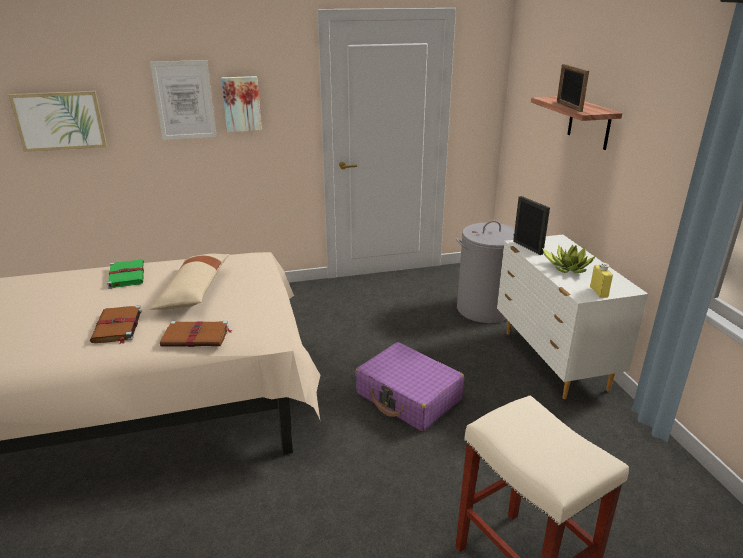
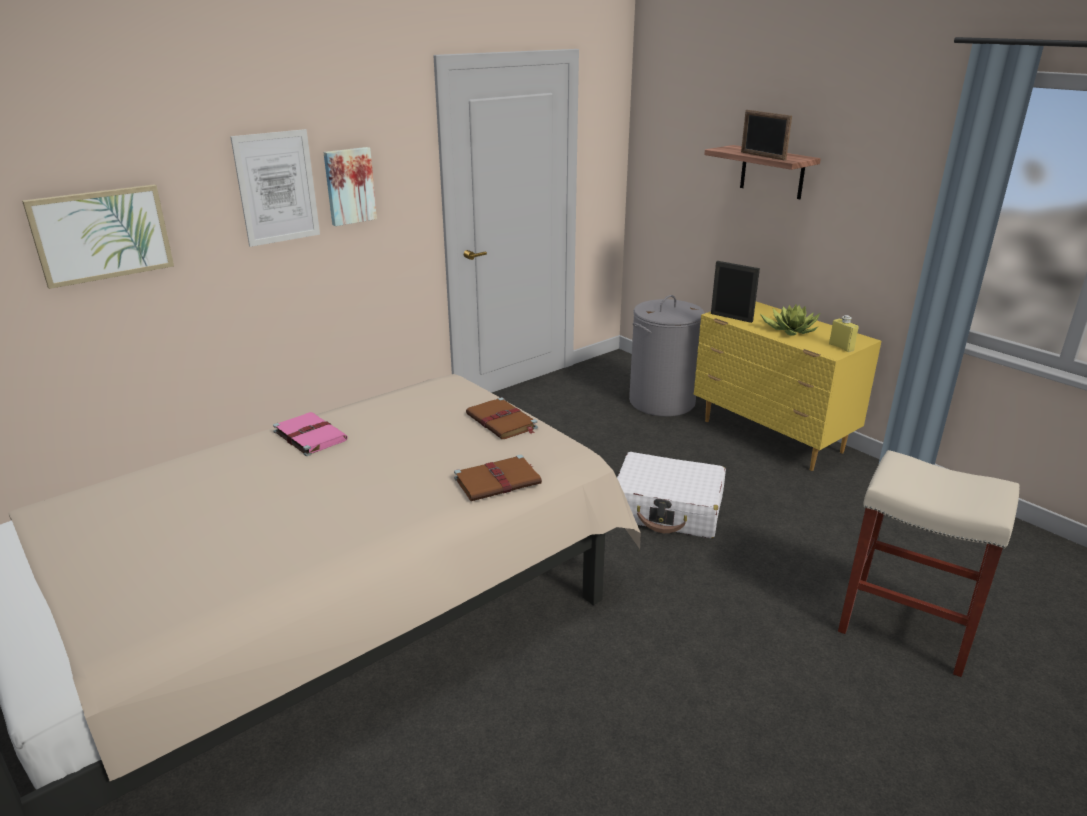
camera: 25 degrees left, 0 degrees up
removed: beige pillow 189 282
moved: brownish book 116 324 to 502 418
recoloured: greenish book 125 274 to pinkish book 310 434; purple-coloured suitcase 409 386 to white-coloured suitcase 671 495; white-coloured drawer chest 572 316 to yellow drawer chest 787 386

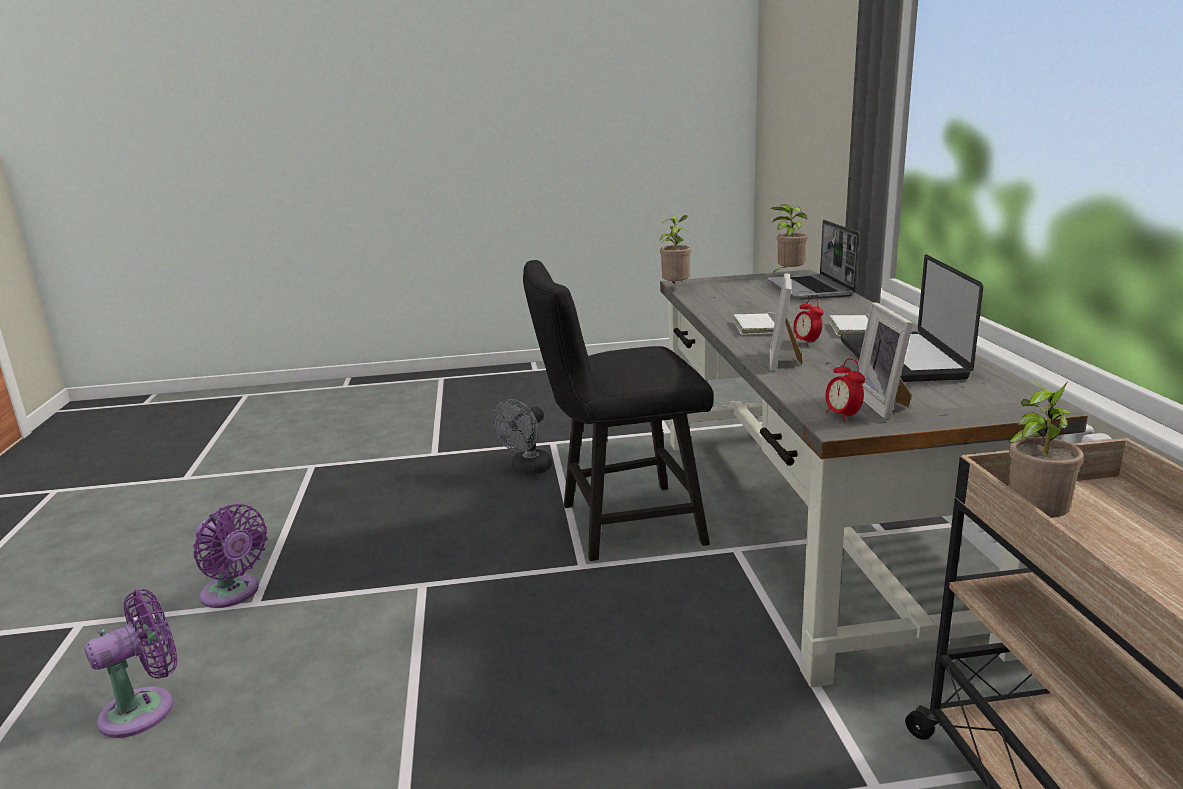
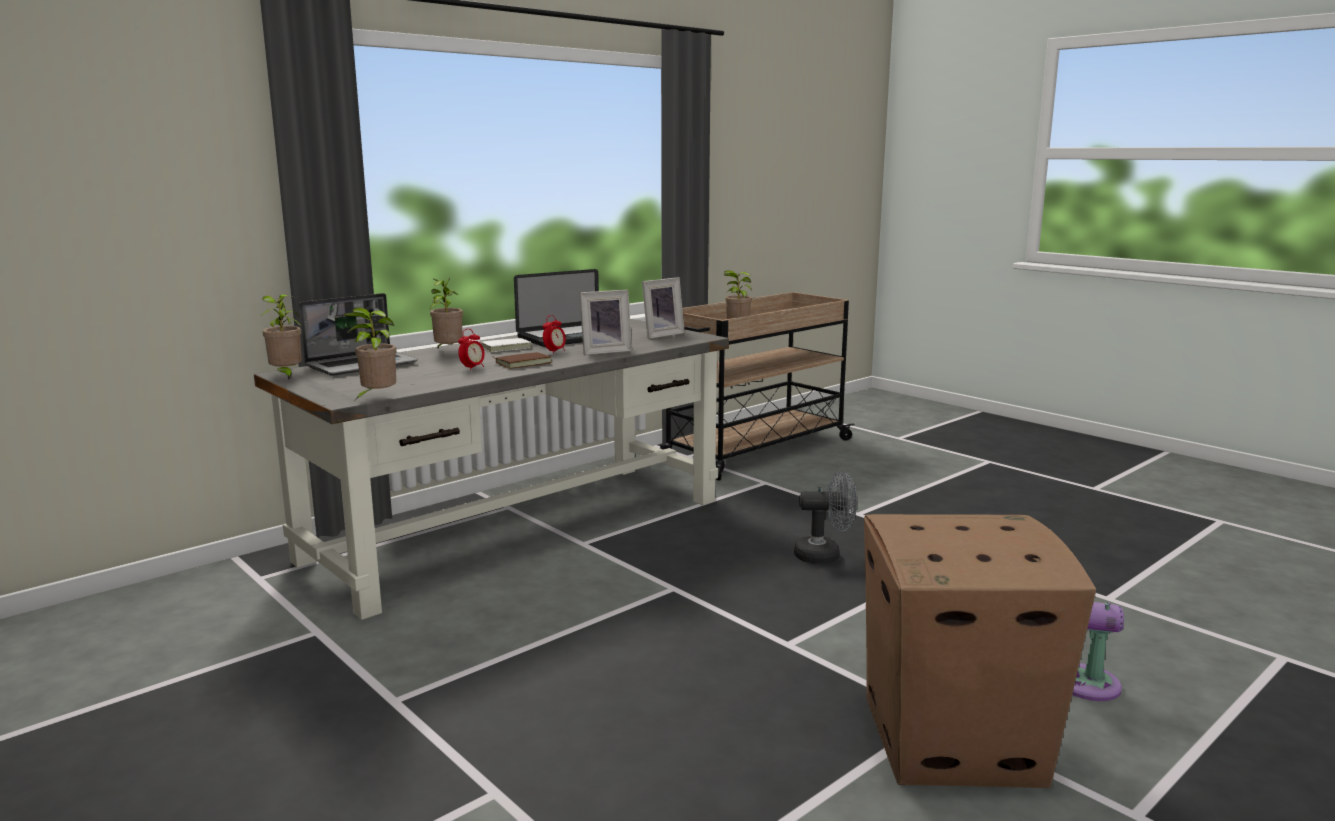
camera: 125 degrees left, 5 degrees down
removed: black-coloured upright chair 618 410
added: plant in a pot 446 312
moved: alarm clock 845 390 to 471 349; greyish electric fan 522 437 to 825 517
replaced: purple-coloured electric fan 230 556 to carton 980 651
recoloured: white-coloured book 755 323 to brownish book 522 360

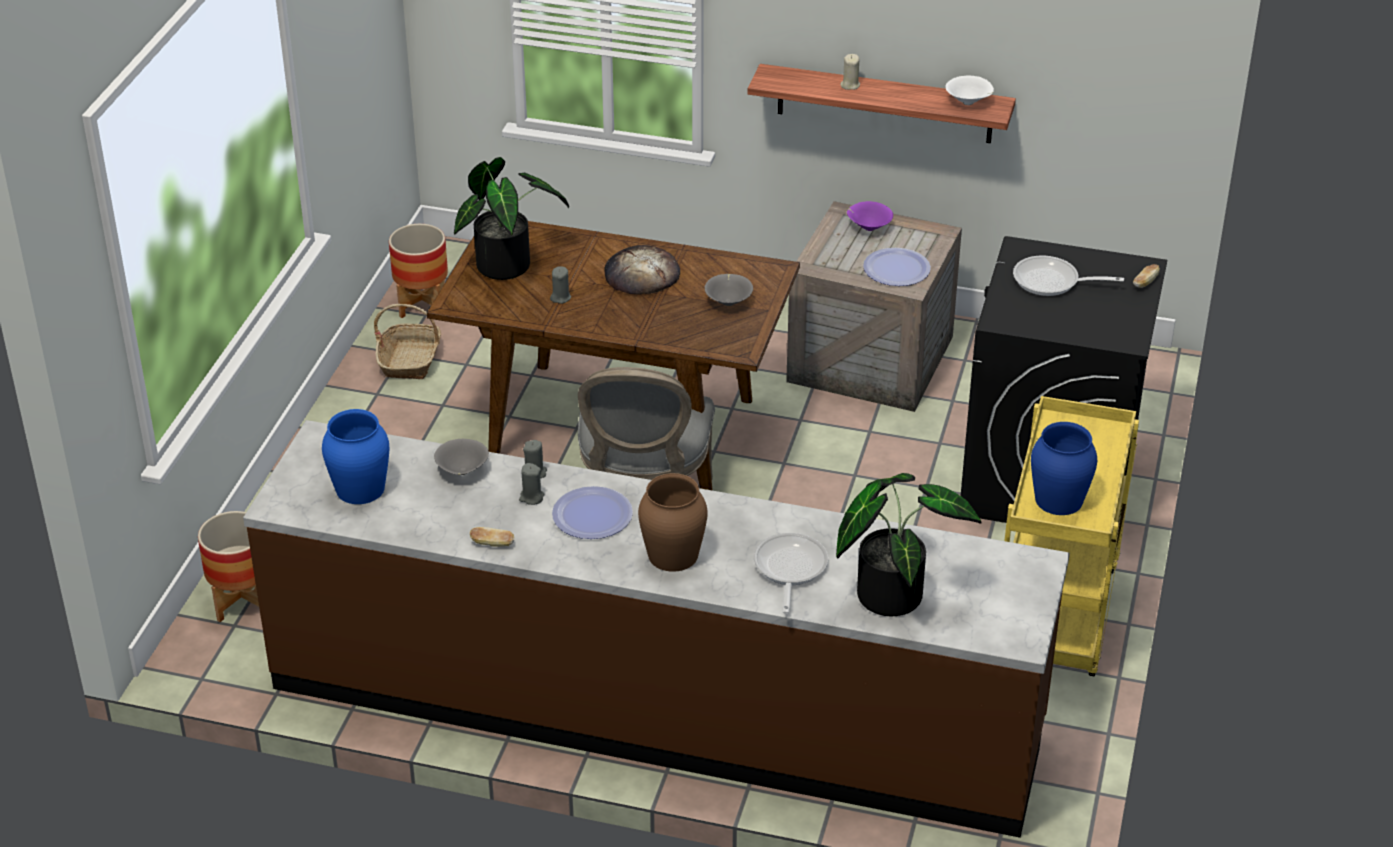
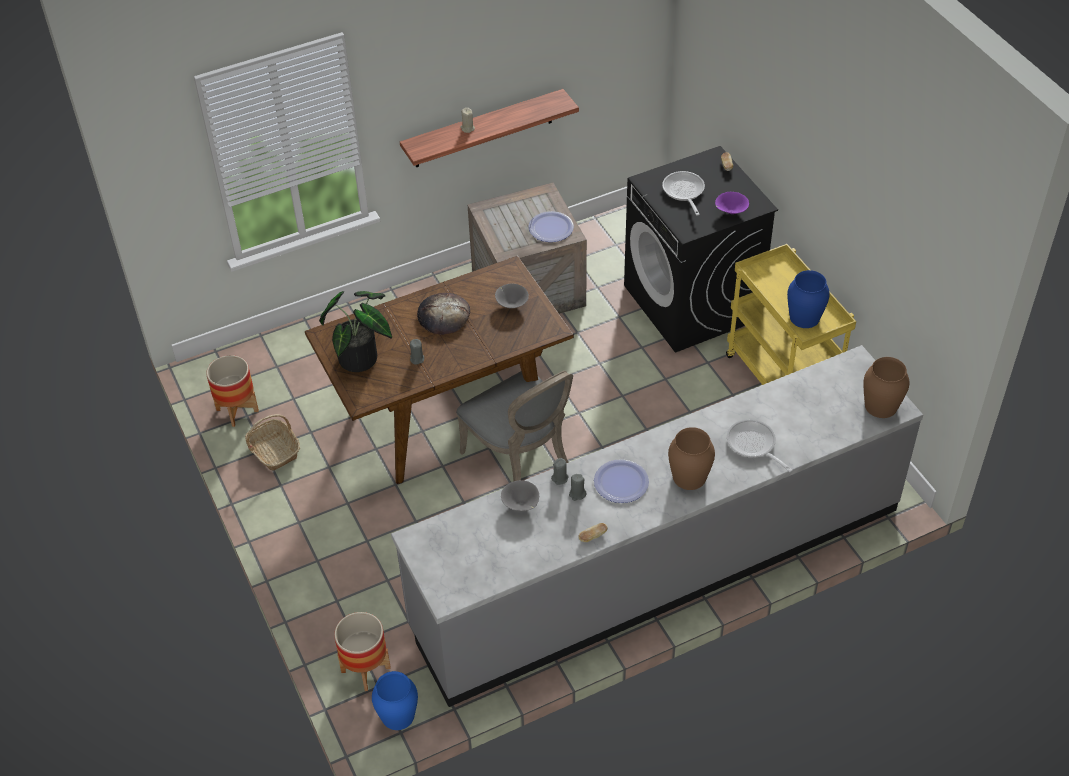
camera: 40 degrees left, 10 degrees up
removed: plant in a pot 909 544; white-coloured bowl 970 90
added: brownish vase 886 387
moved: blue vase 355 456 to 395 700; purple-coloured bowl 870 216 to 732 203
recoloured: brownish counter 656 629 to greyish counter 657 526
turned: frying pan 1068 275 = 683 193 105 degrees clockwise

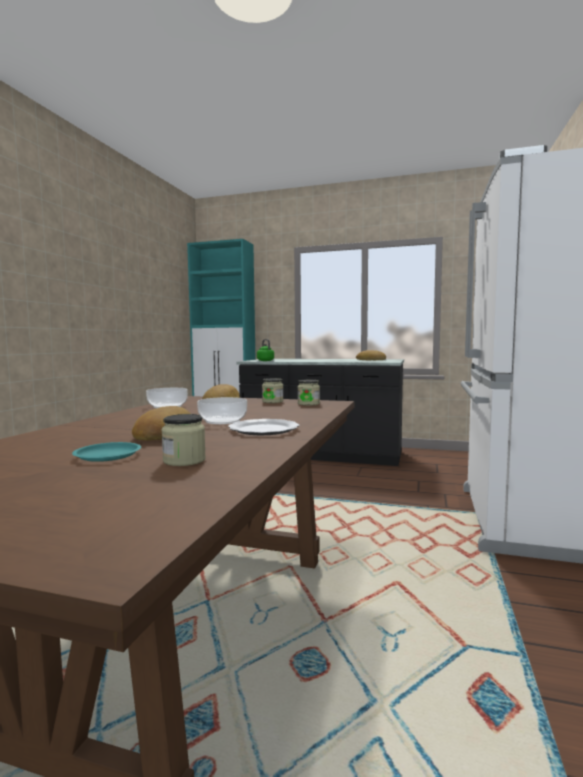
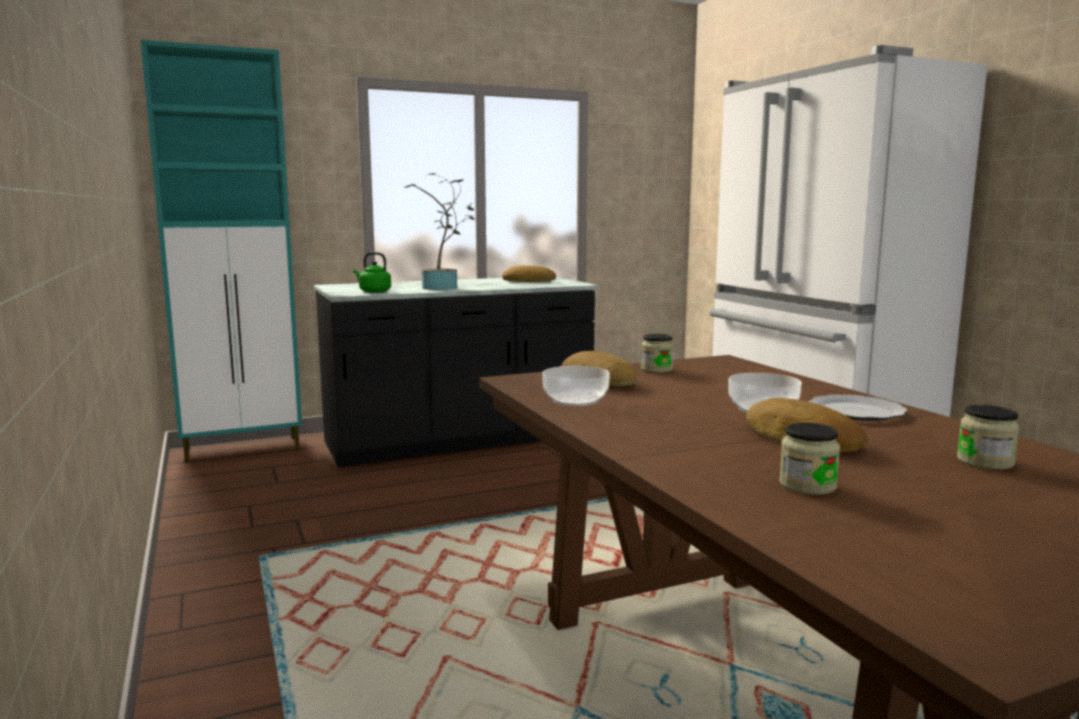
camera: 40 degrees left, 5 degrees up
removed: turquoise-coloured plate 106 452
added: plant in a pot 440 231
moved: preserve jar 308 393 to 809 459

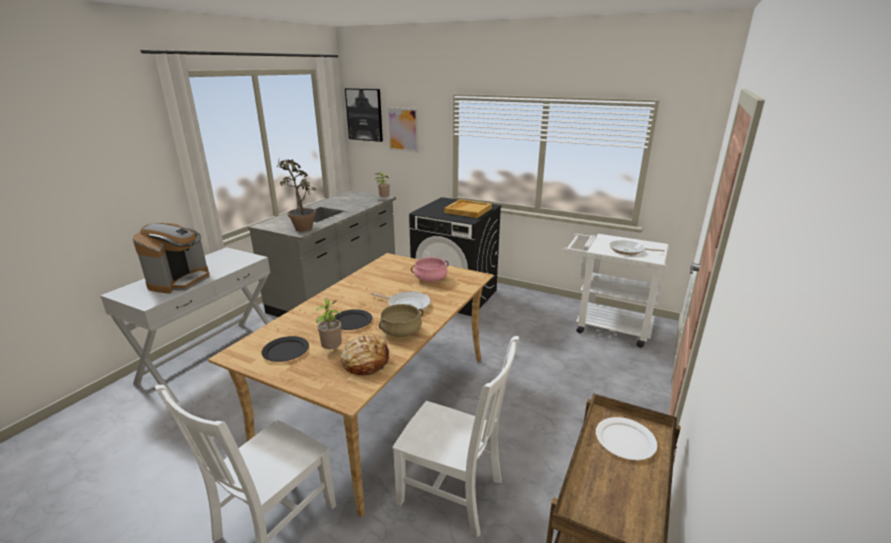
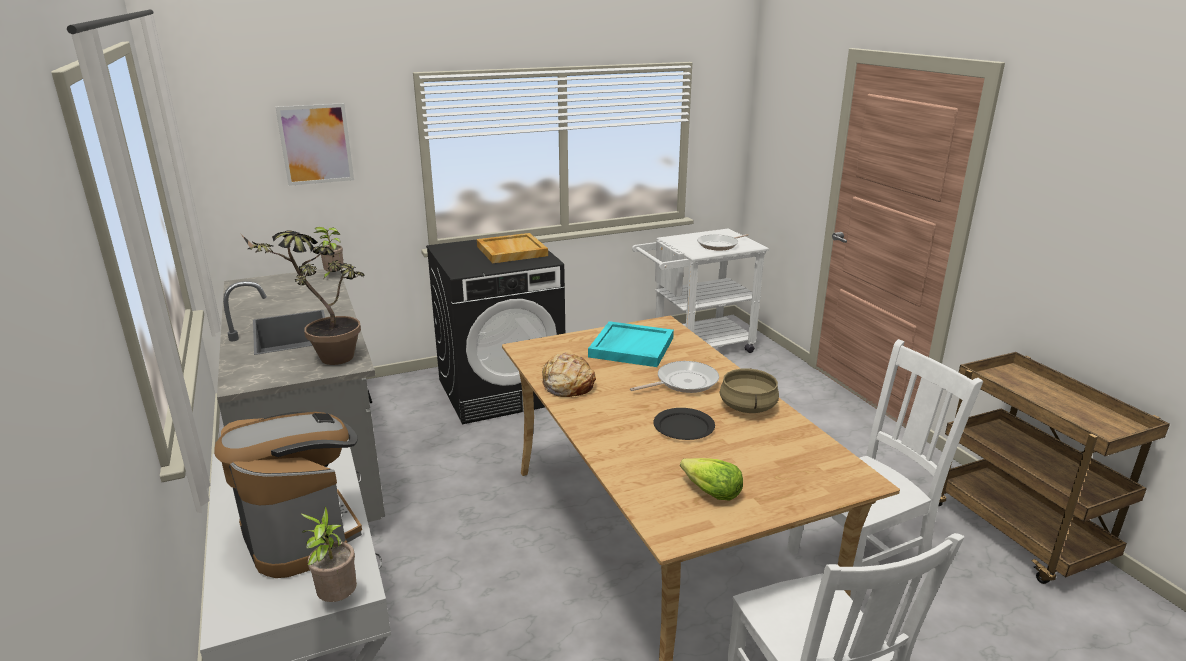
camera: 50 degrees left, 0 degrees up
removed: wall art 364 115; white-coloured plate 626 438
moved: plant in a pot 329 323 to 329 554; bakery bread 365 355 to 568 374
replaced: pinkish stockpot 430 269 to turquoise-coloured carrying tray 631 344; black-coloured plate 285 349 to lettuce 711 479

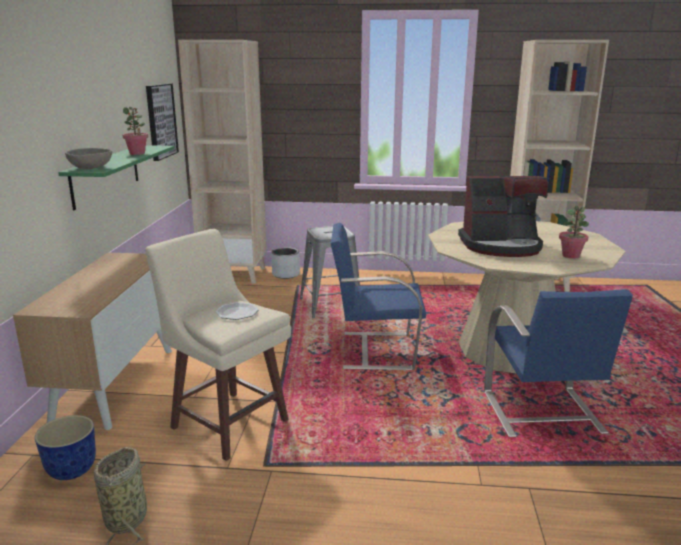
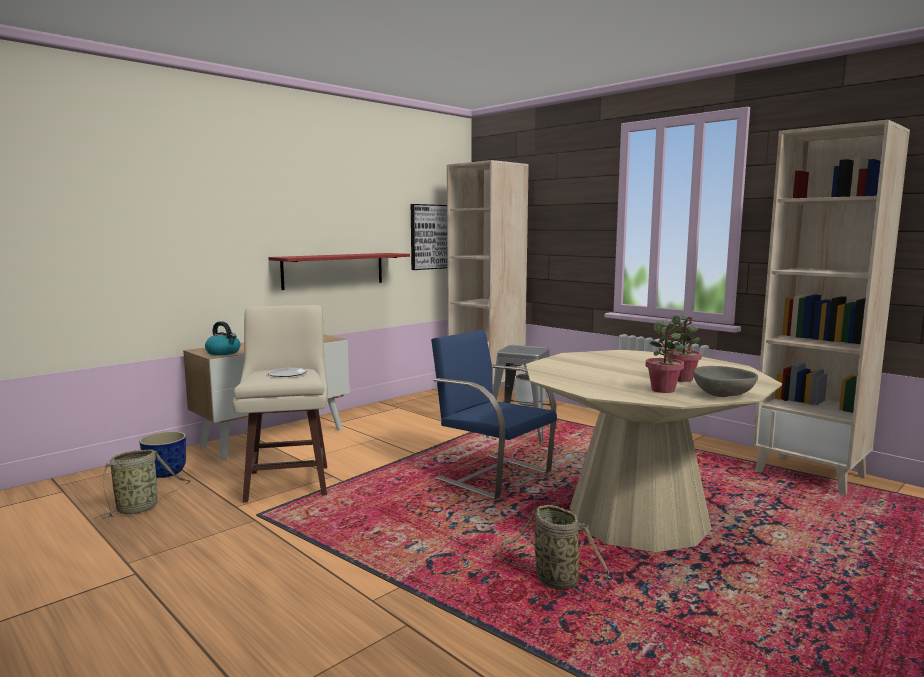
camera: 40 degrees right, 10 degrees down
removed: coffee brewer 503 216
added: tea kettle 222 338
moved: plant in a pot 135 131 to 684 348; greyish bowl 88 158 to 725 381
replaced: blue upright chair 558 363 to household basket 554 551
recoloured: greenish shelf 116 177 to red shelf 339 271

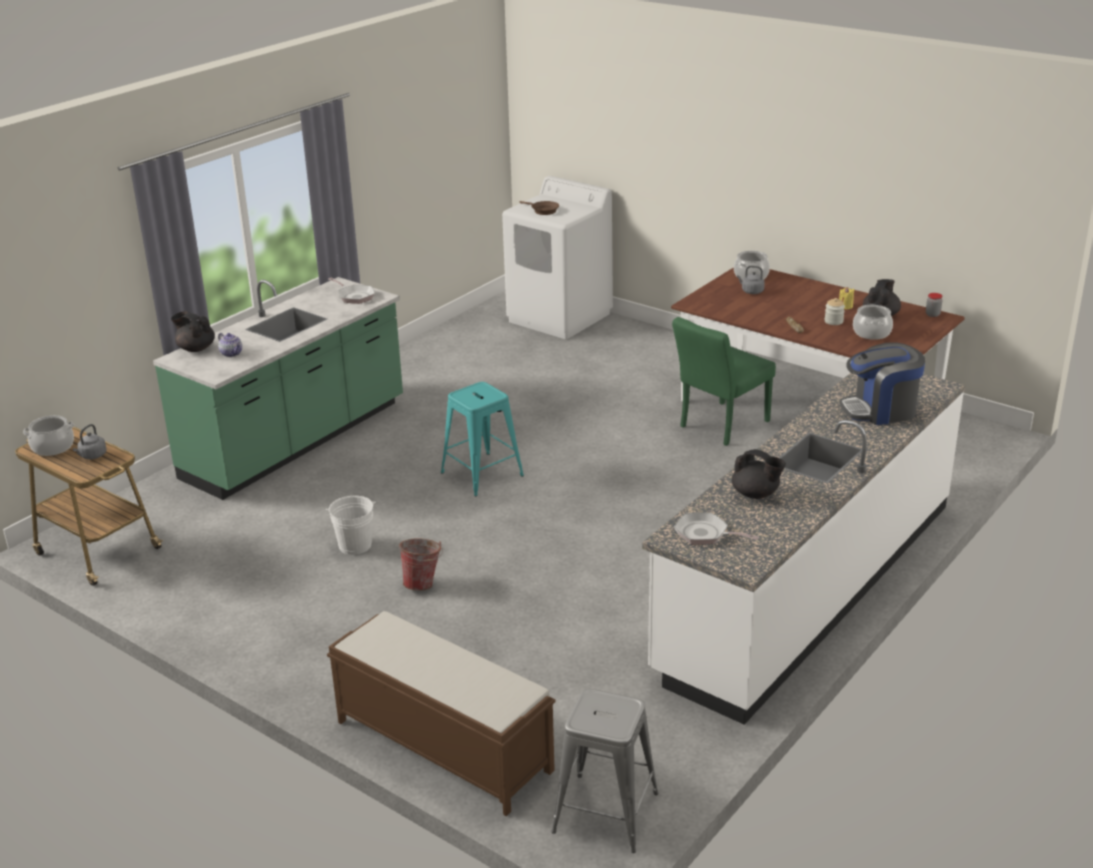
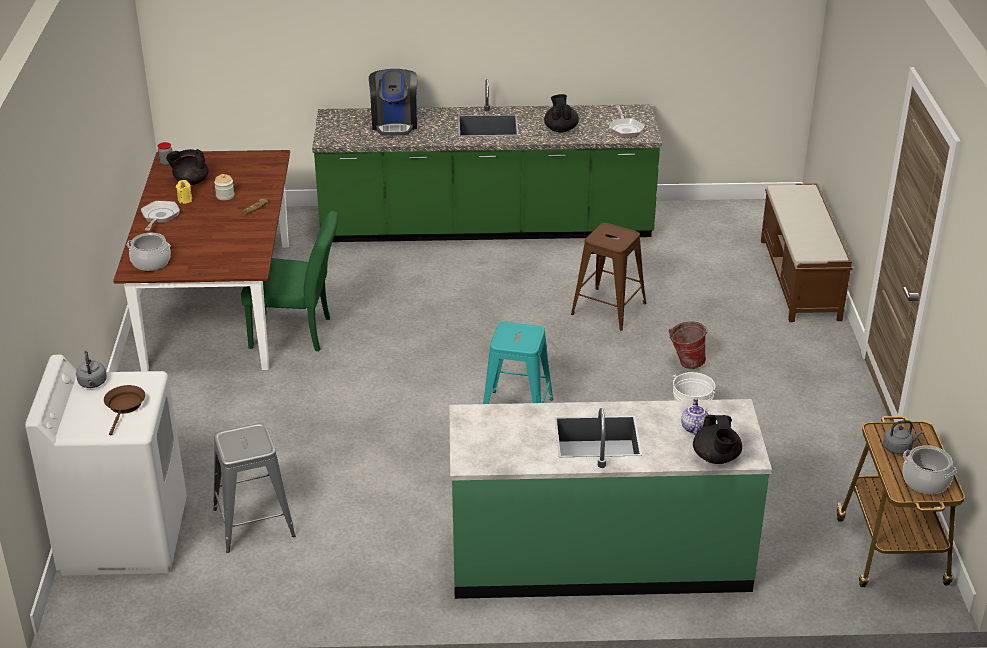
camera: 130 degrees left, 5 degrees up
removed: stockpot 873 322
added: brownish sitting stool 608 277
moved: greyish tea kettle 751 280 to 91 369; frying pan 351 291 to 160 216; greyish sitting stool 605 771 to 254 488
recoloured: white-coloured counter 803 549 to greenish counter 487 160
turned: coffee brewer 882 383 = 393 102 45 degrees clockwise

